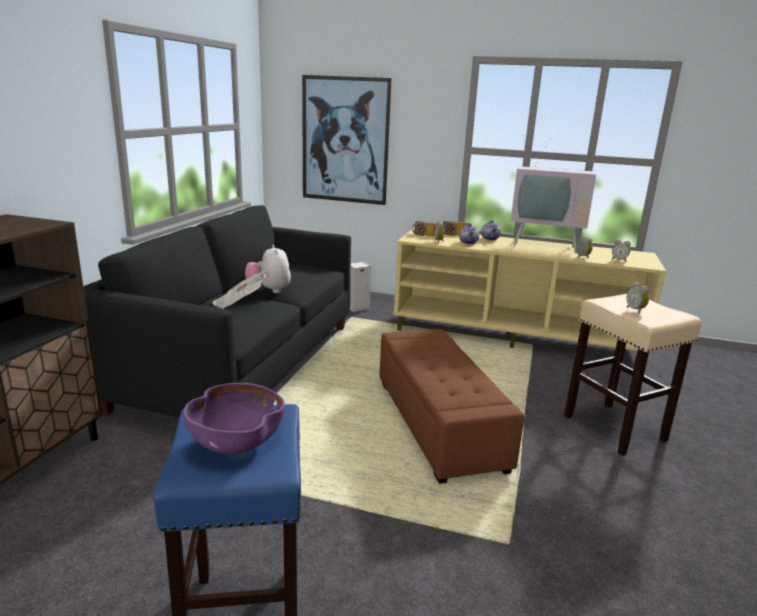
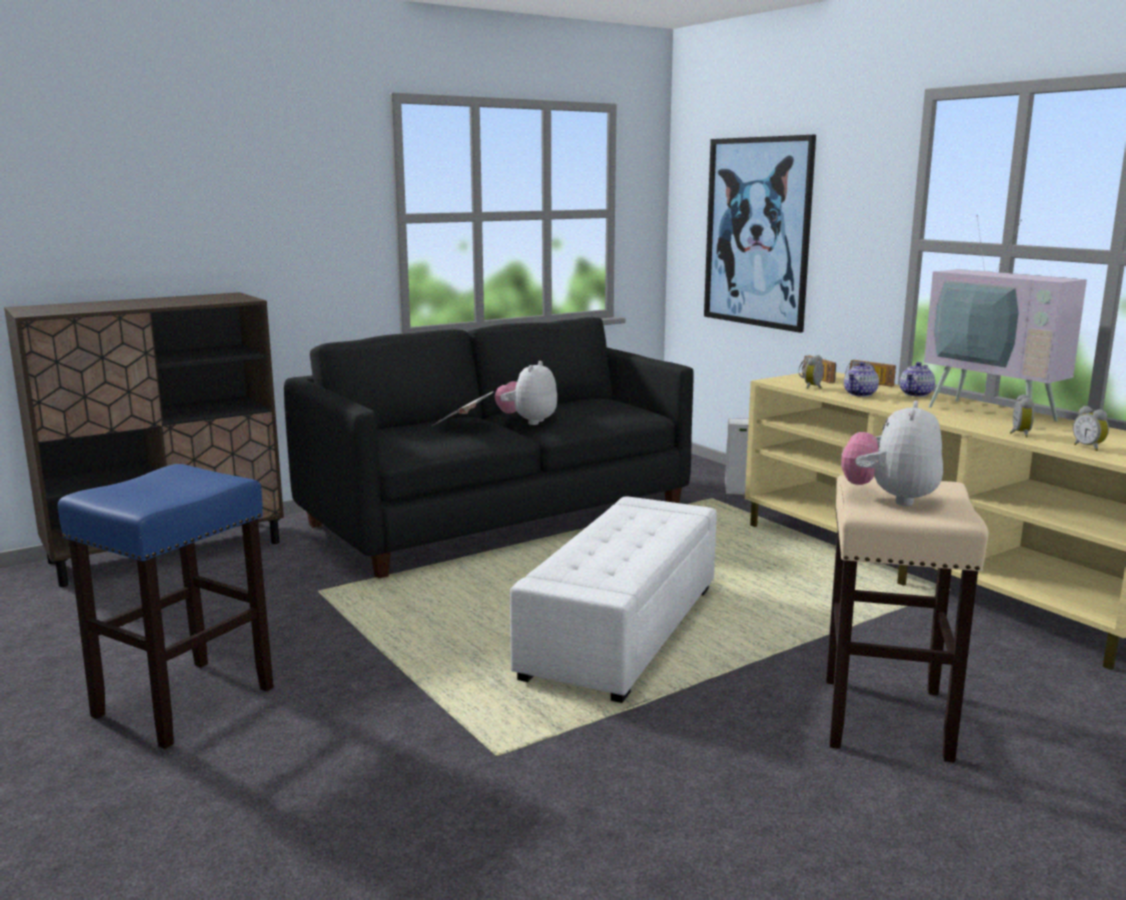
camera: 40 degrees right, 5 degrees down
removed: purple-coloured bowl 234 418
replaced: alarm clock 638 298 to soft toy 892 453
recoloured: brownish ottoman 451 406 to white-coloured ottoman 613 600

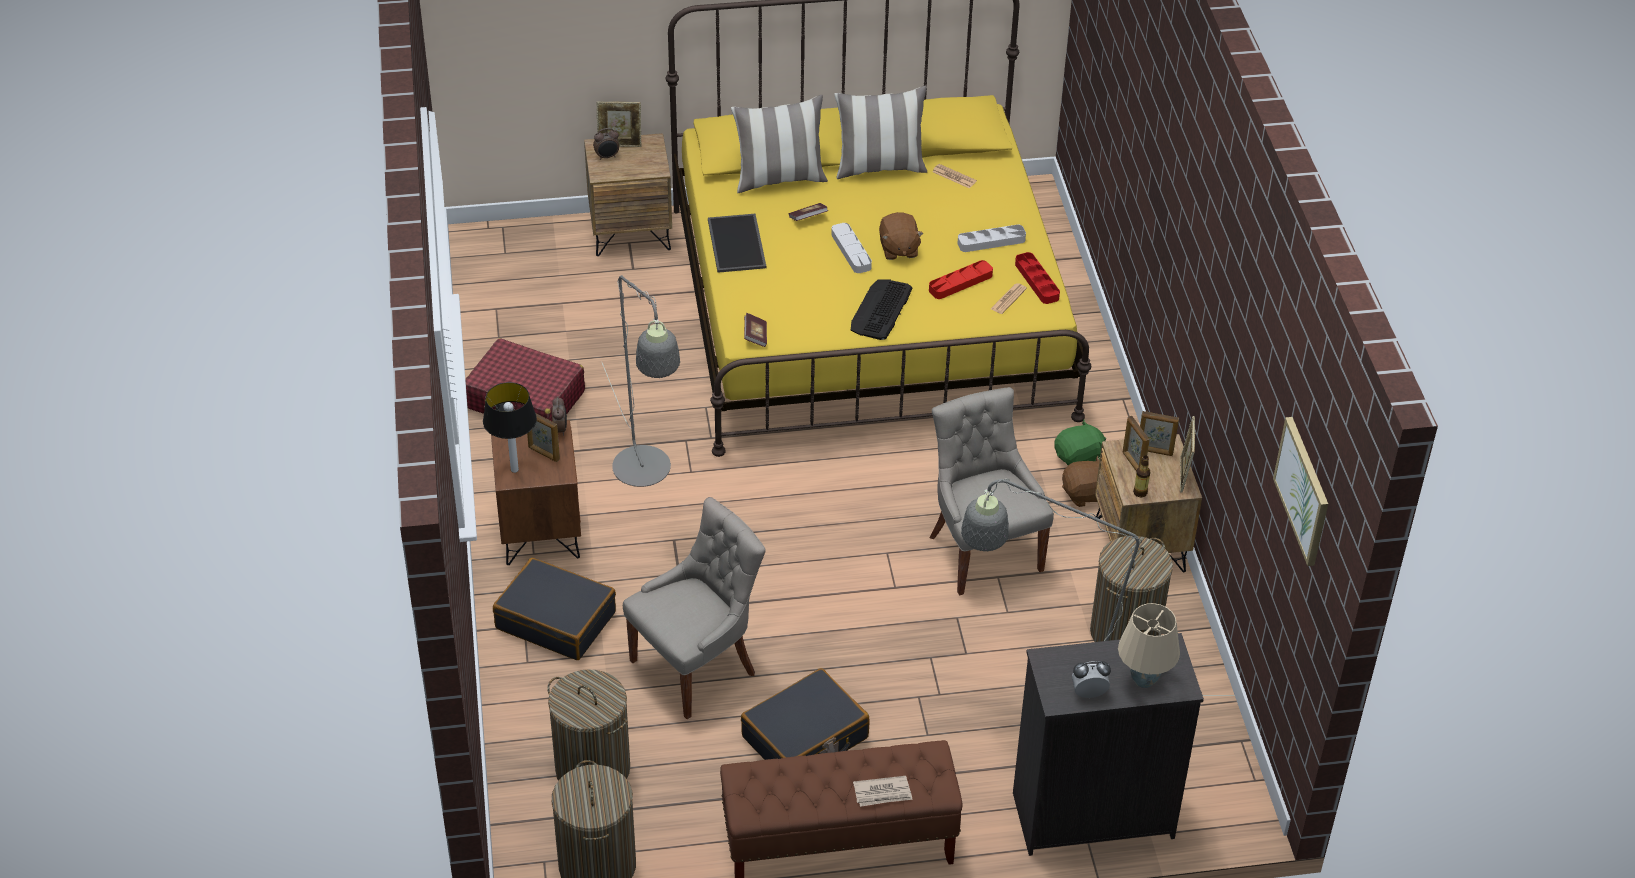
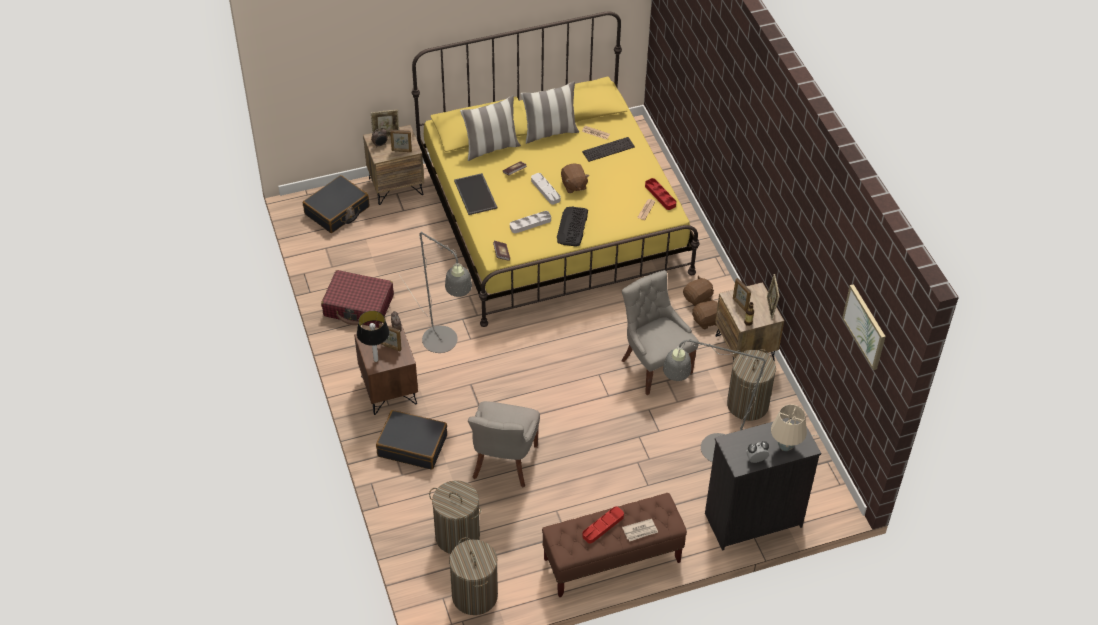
camera: 10 degrees left, 5 degrees up
added: PC keyboard 608 149
moved: black-coloured suitcase 805 714 to 336 204; picture frame 1159 433 to 401 141; greyish carrying tray 991 238 to 530 222; red carrying tray 961 279 to 603 525
recoloured: greenish soft toy 1080 442 to brownish soft toy 698 290
turned: greyish upright chair 694 608 = 504 444 150 degrees clockwise

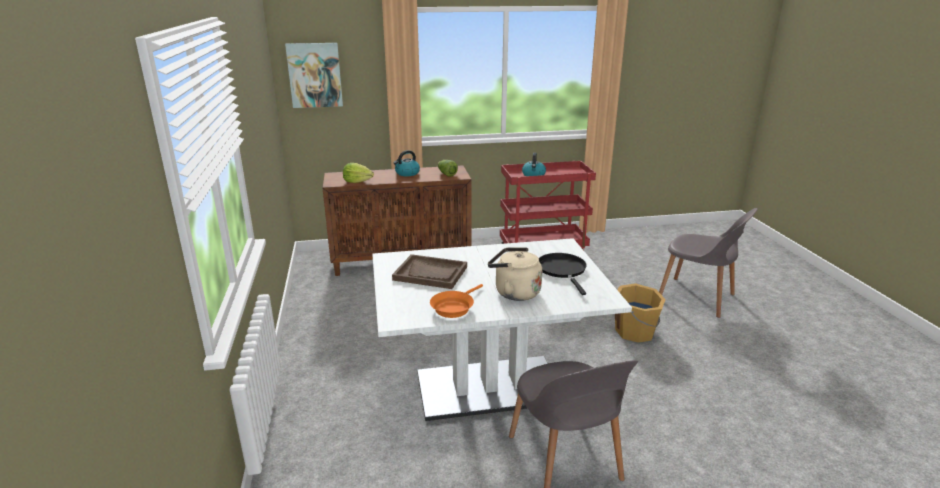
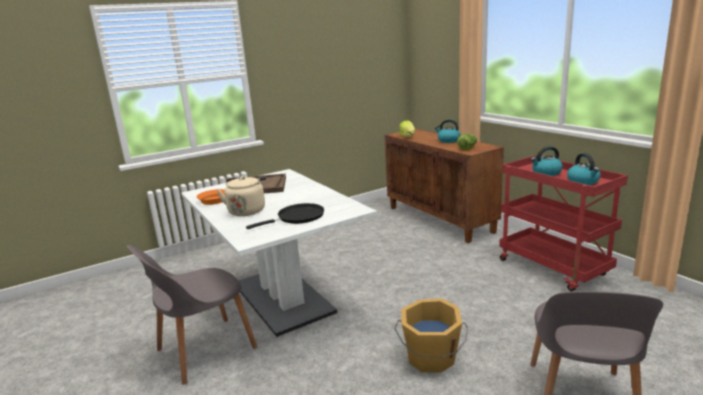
camera: 70 degrees right, 5 degrees down
removed: wall art 314 75
added: tea kettle 584 169

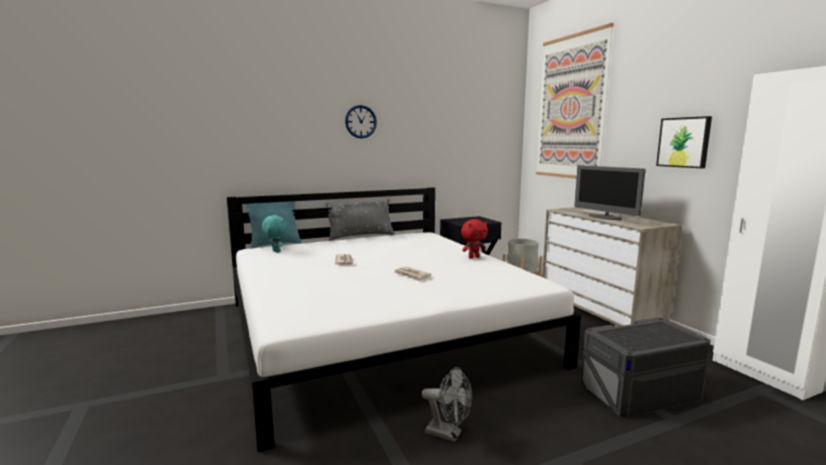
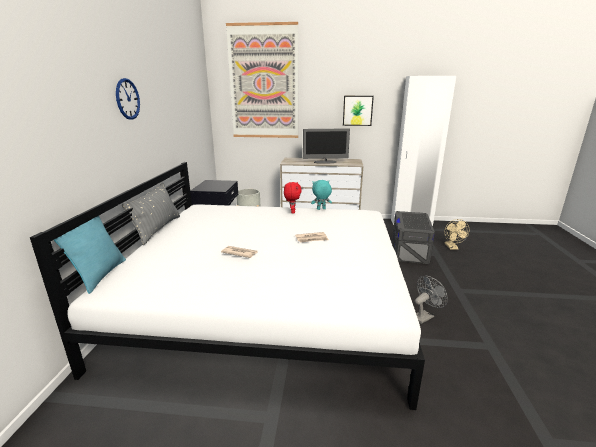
camera: 60 degrees left, 10 degrees up
added: beige electric fan 457 234
moved: turquoise-coloured soft toy 274 234 to 321 195

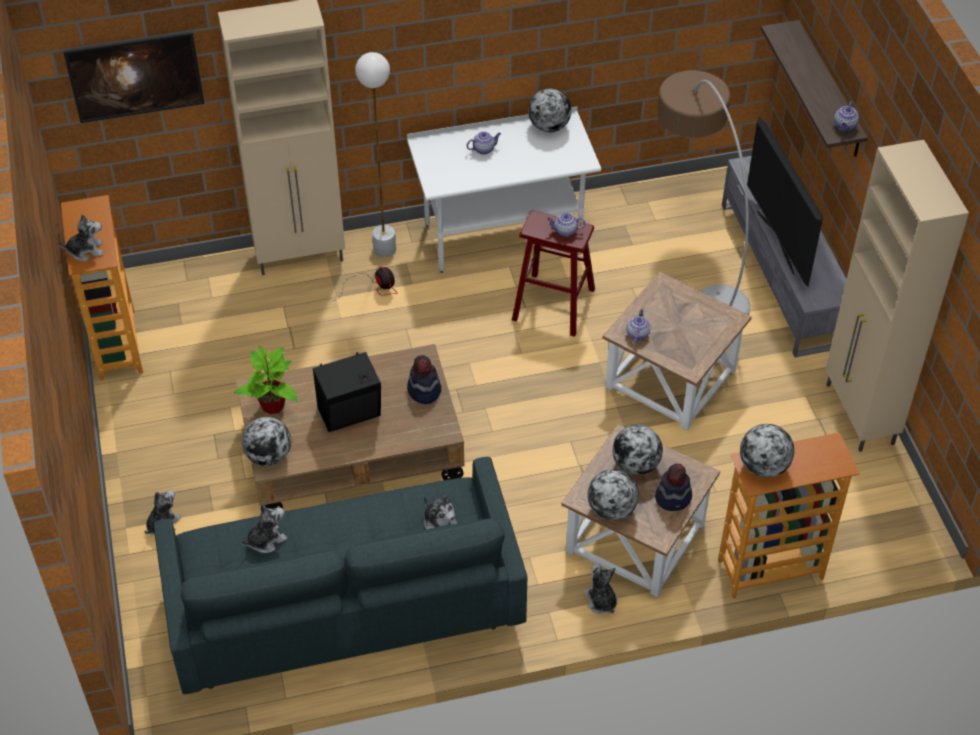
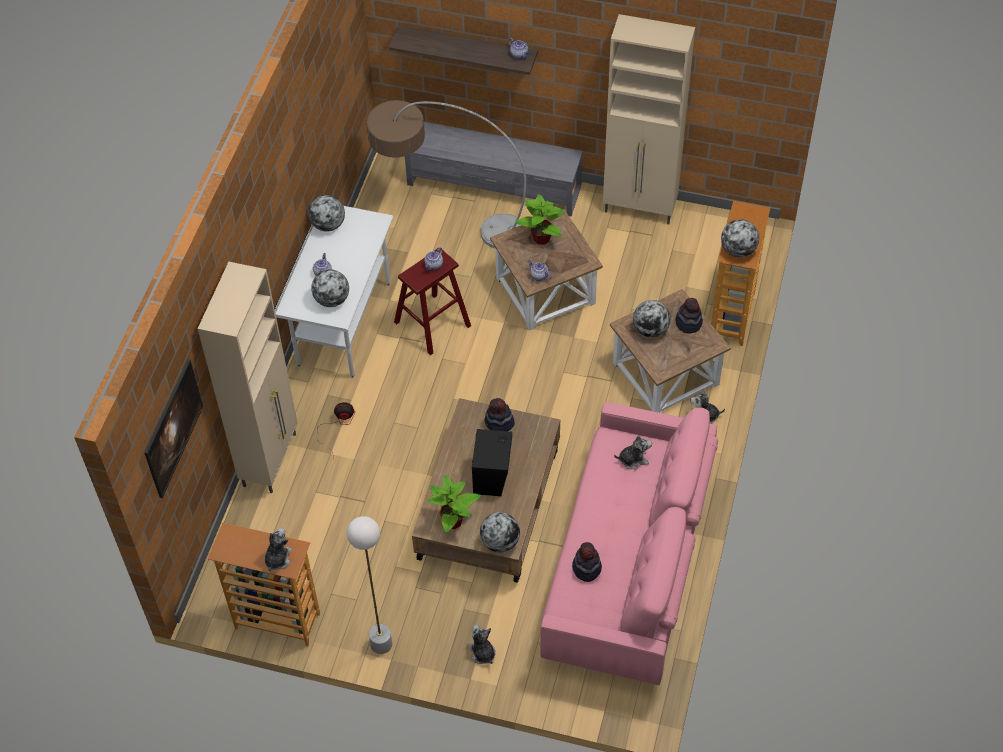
camera: 60 degrees left, 5 degrees up
removed: TV set 785 201
added: plant in a pot 540 219
moved: world globe 613 495 to 330 288; white-coloured floor lamp 375 154 to 369 585
replaced: soft toy 264 529 to wearable hat 587 562
recoloured: greyish couch 341 575 to pinkish couch 629 543

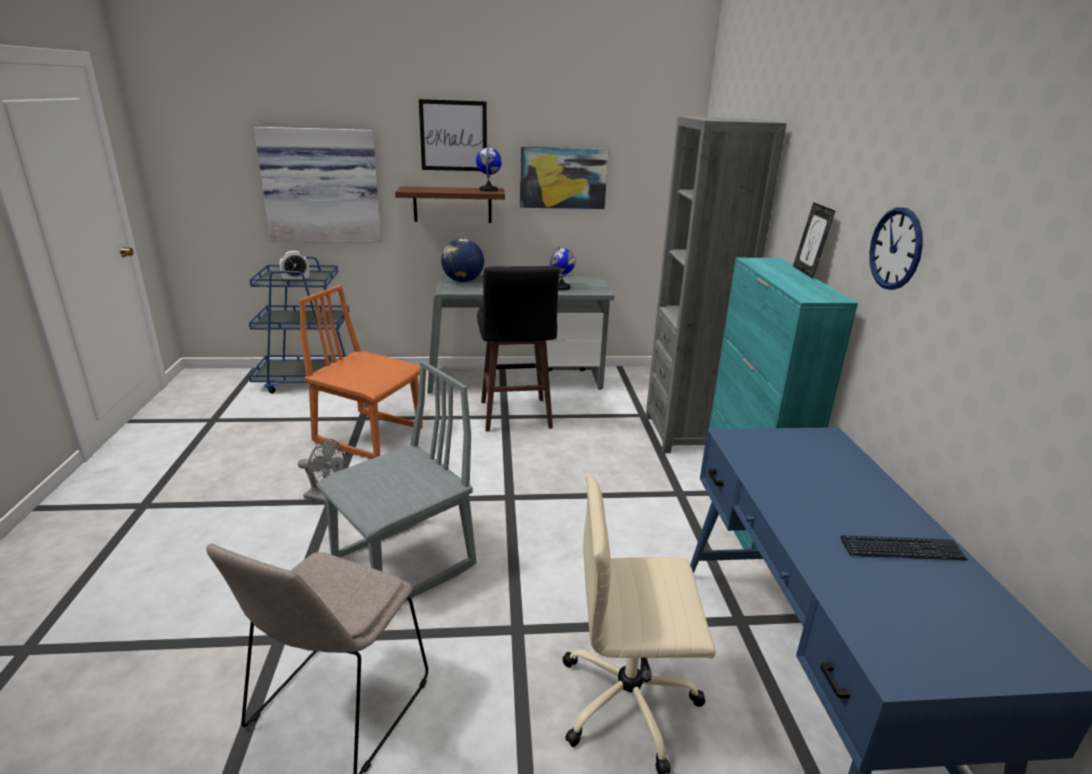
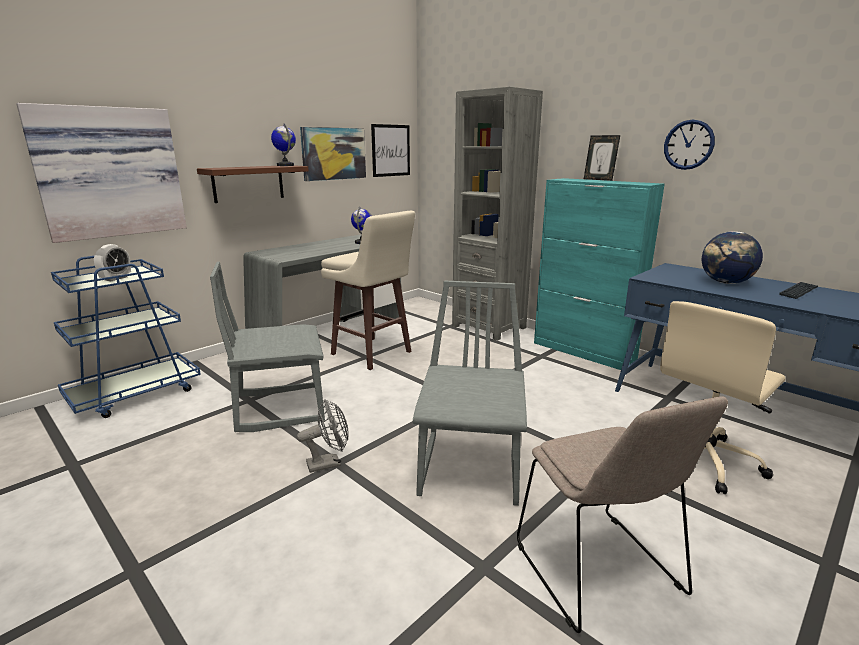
camera: 40 degrees left, 5 degrees down
moved: wall art 453 135 to 390 150; world globe 462 260 to 732 257
recoloured: orangey upright chair 361 372 to greyish upright chair 267 347; black-coloured sitting stool 518 349 to beige sitting stool 368 290

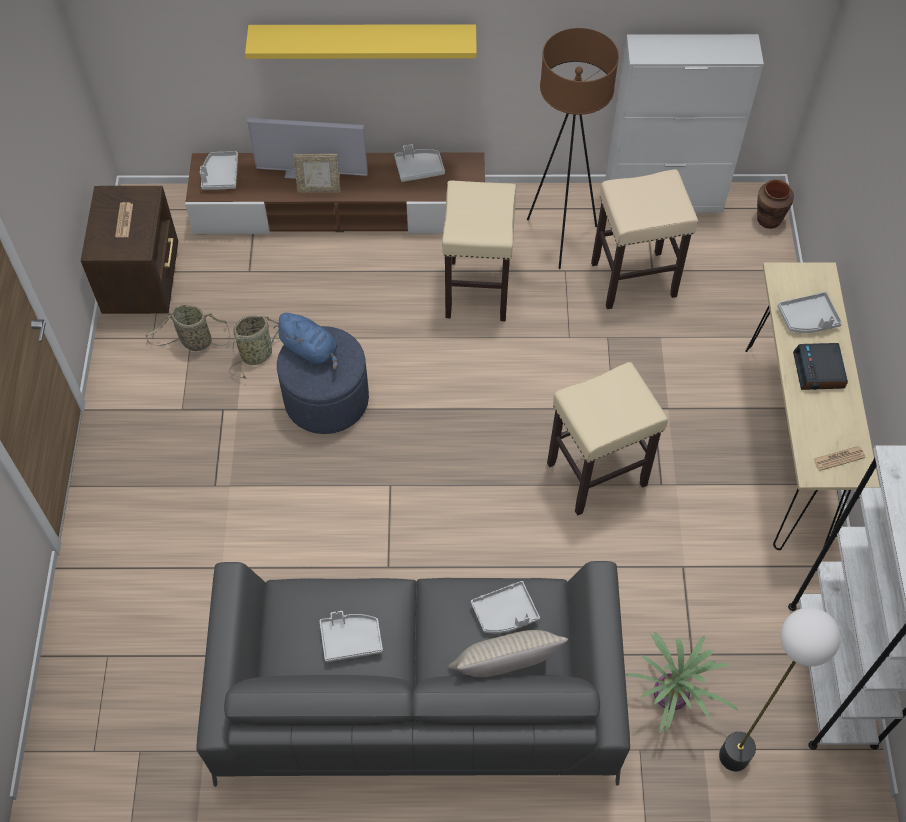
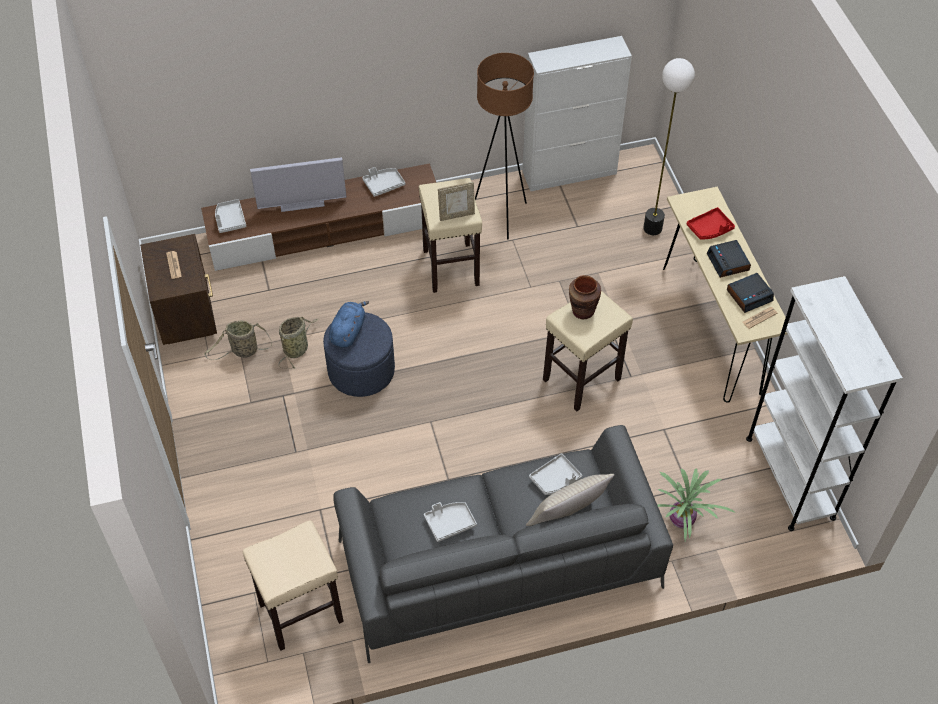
camera: 15 degrees left, 5 degrees down
removed: yellow shelf 361 41
added: alarm clock 750 293
moved: beige sitting stool 644 239 to 293 585; picture frame 316 173 to 456 201; brownish vase 775 204 to 585 297; floor lamp 780 689 to 669 146
recoloured: greyish carrying tray 809 312 to red carrying tray 711 223
turned: blue soft toy 305 341 = 349 324 90 degrees counterclockwise

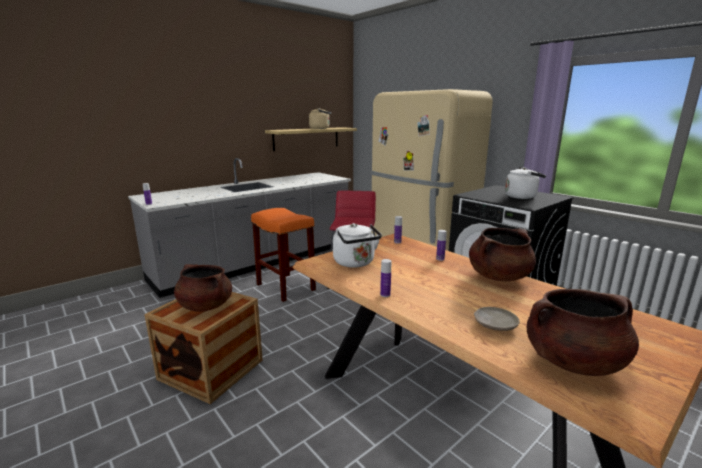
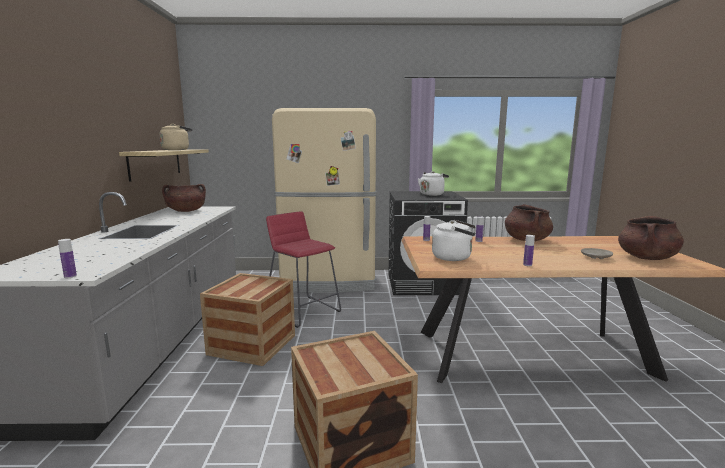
camera: 50 degrees left, 5 degrees down
moved: brownish stockpot 203 288 to 184 198
replaced: orangey sitting stool 283 255 to packing crate 247 319

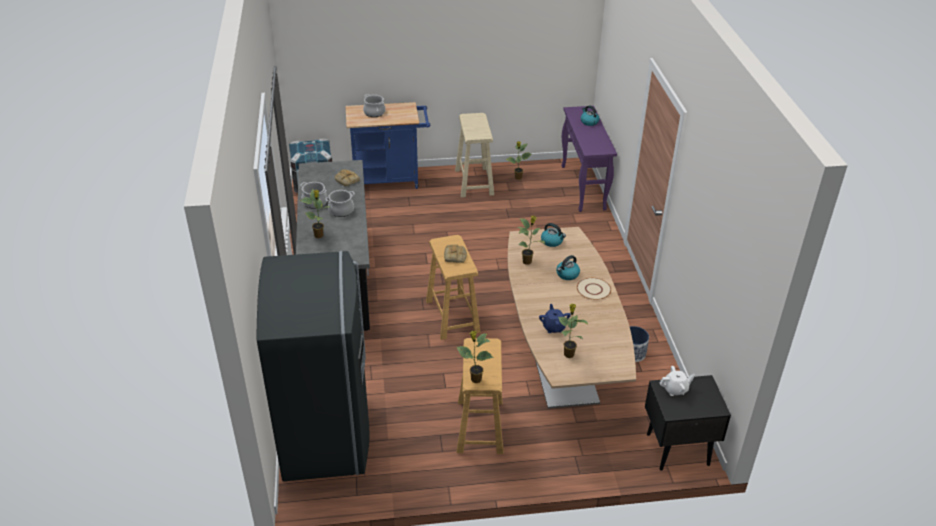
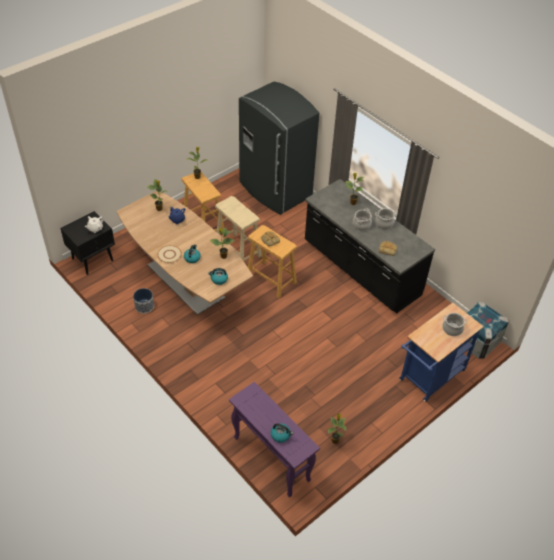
camera: 145 degrees right, 10 degrees up
moved: beige sitting stool 474 155 to 238 228

